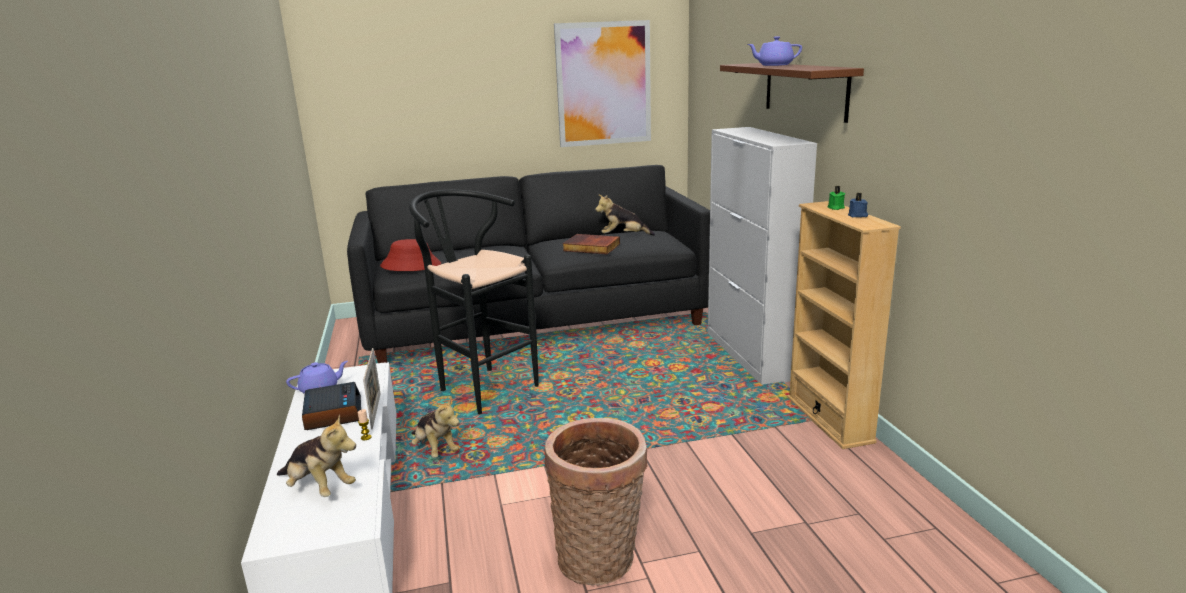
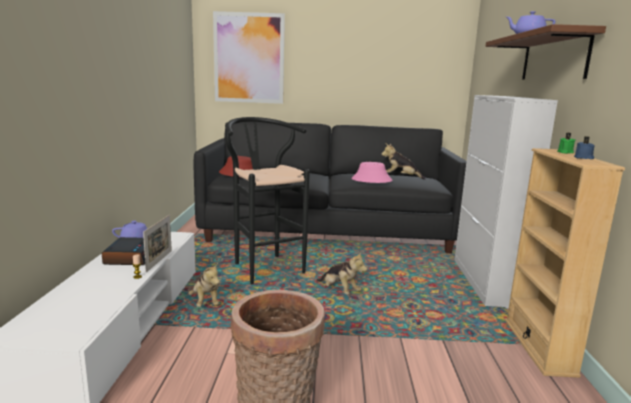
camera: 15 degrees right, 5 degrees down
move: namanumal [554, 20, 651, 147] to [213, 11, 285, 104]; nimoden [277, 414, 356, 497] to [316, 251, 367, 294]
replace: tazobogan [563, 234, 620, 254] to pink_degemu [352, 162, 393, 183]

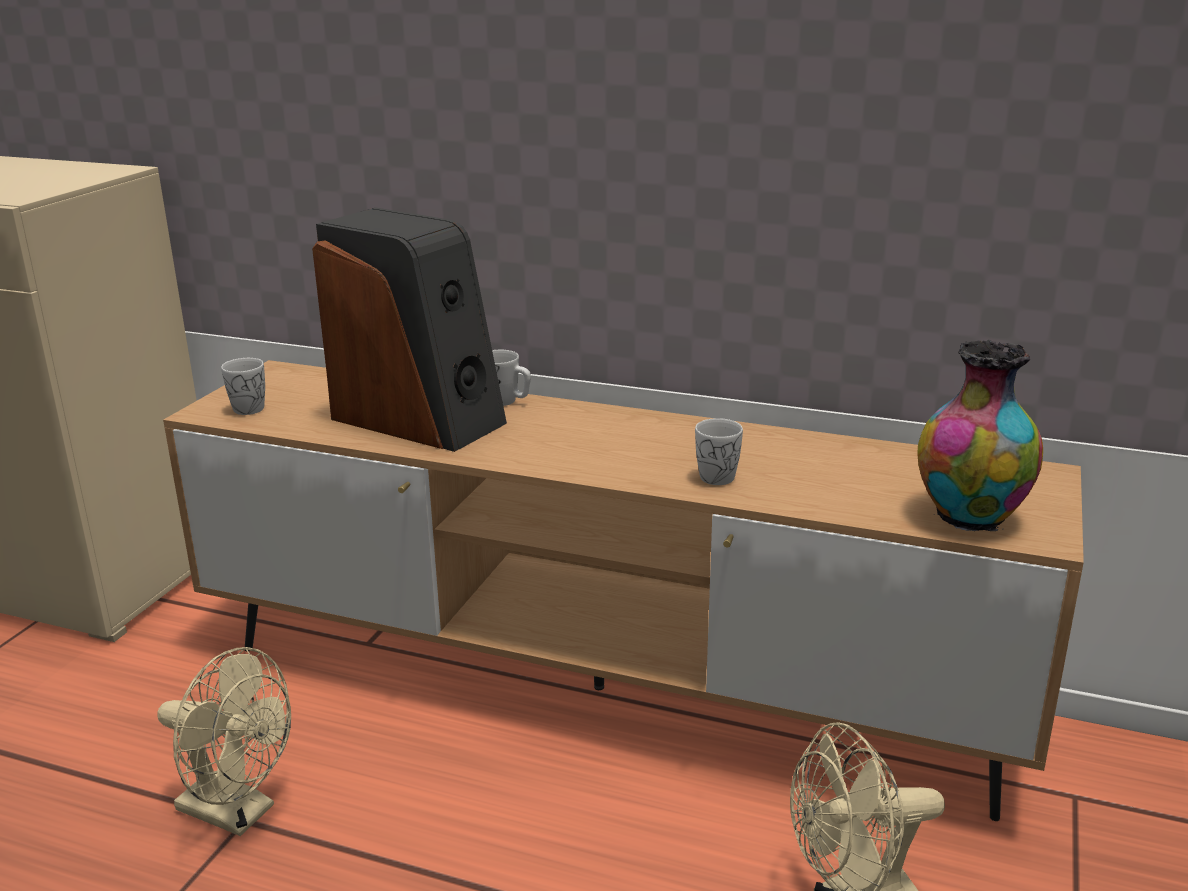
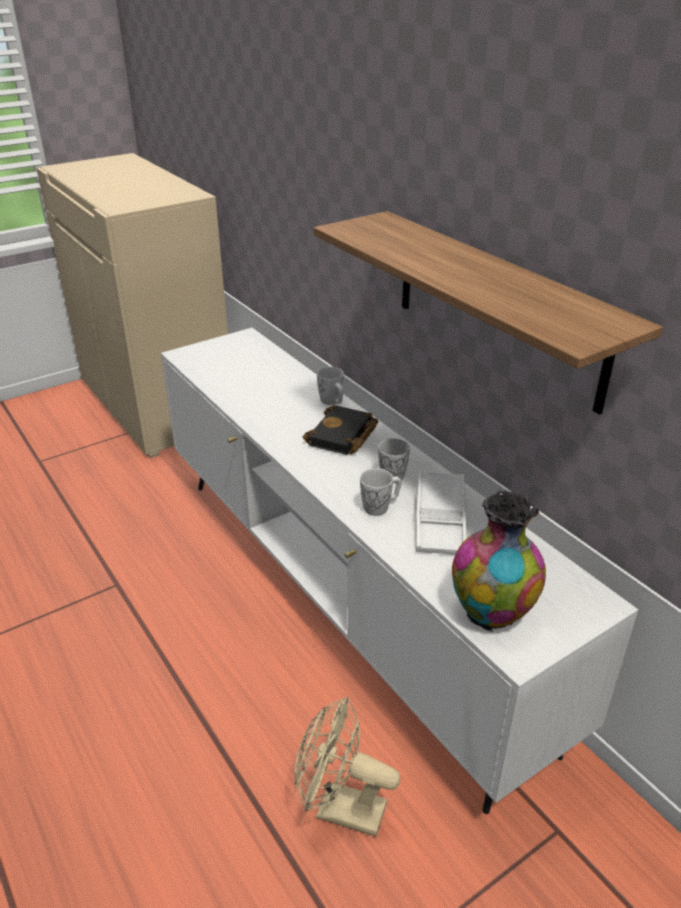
camera: 35 degrees right, 10 degrees up
delete: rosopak [312, 208, 507, 452]; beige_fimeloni [157, 647, 291, 836]
insert: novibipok [314, 211, 663, 415]; black_tazobogan [303, 405, 379, 455]; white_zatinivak [415, 471, 467, 555]
move: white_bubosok [221, 358, 265, 415] to [378, 438, 410, 483]
recolor: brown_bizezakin [163, 360, 1084, 821] to white_bizezakin [161, 328, 638, 814]

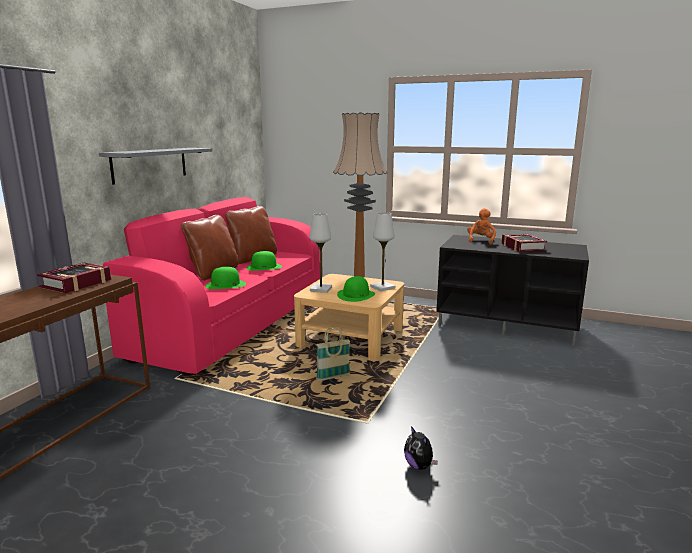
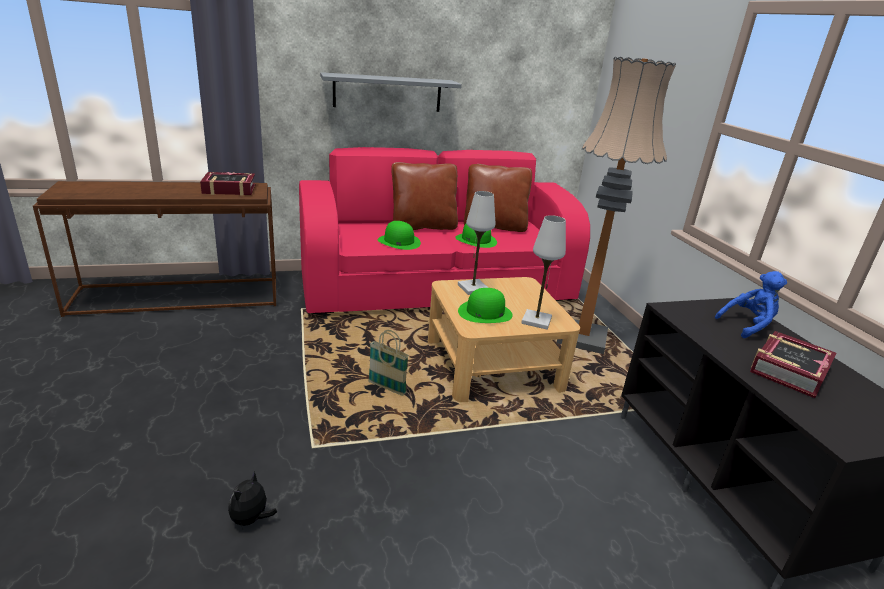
camera: 50 degrees right, 10 degrees up
recolor: orange_nimoden [467, 208, 496, 245] to blue_nimoden [715, 271, 787, 338]

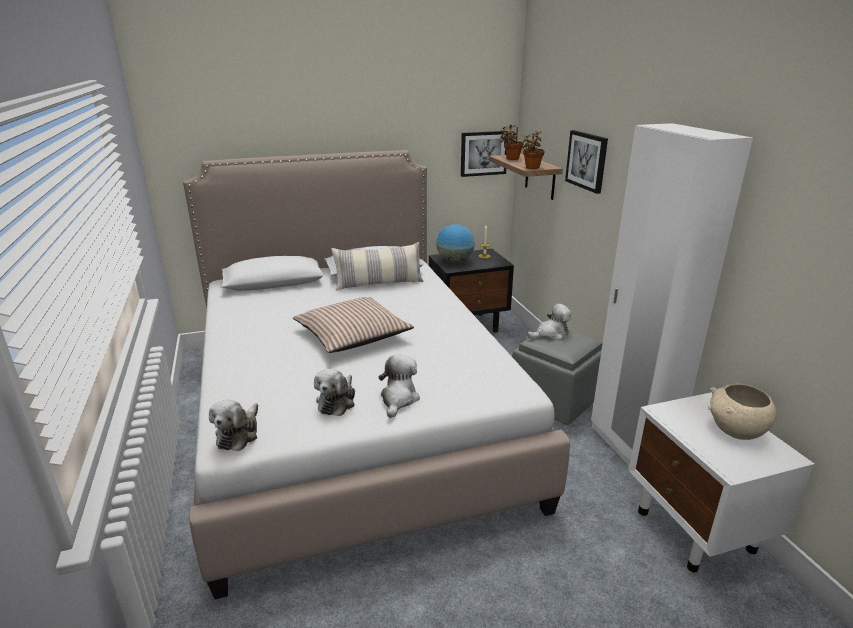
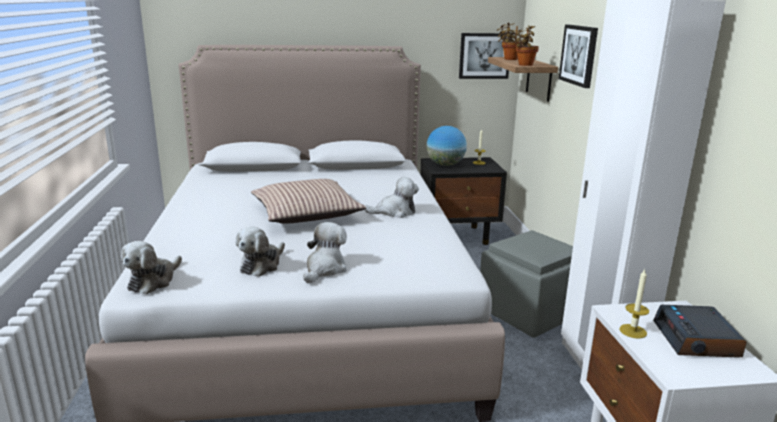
camera: 10 degrees right, 5 degrees down
delete: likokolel [331, 242, 423, 291]
insert: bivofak [620, 270, 649, 339]
move: nimoden [527, 304, 572, 341] to [365, 177, 419, 218]
replace: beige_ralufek [708, 384, 776, 440] to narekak [653, 305, 747, 358]

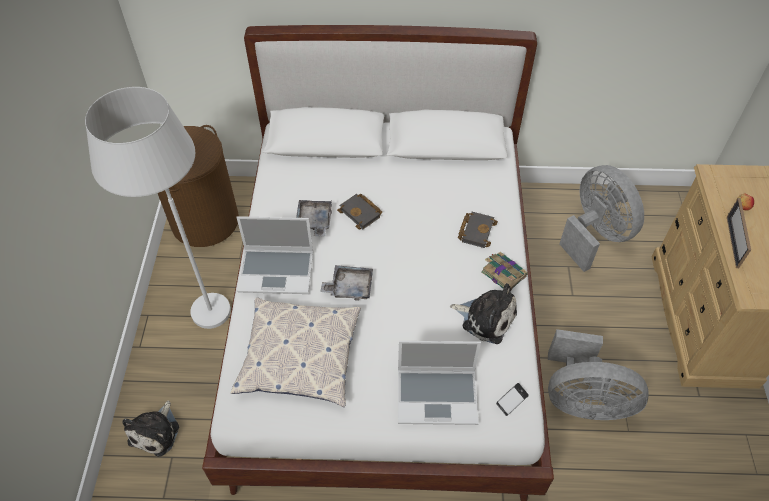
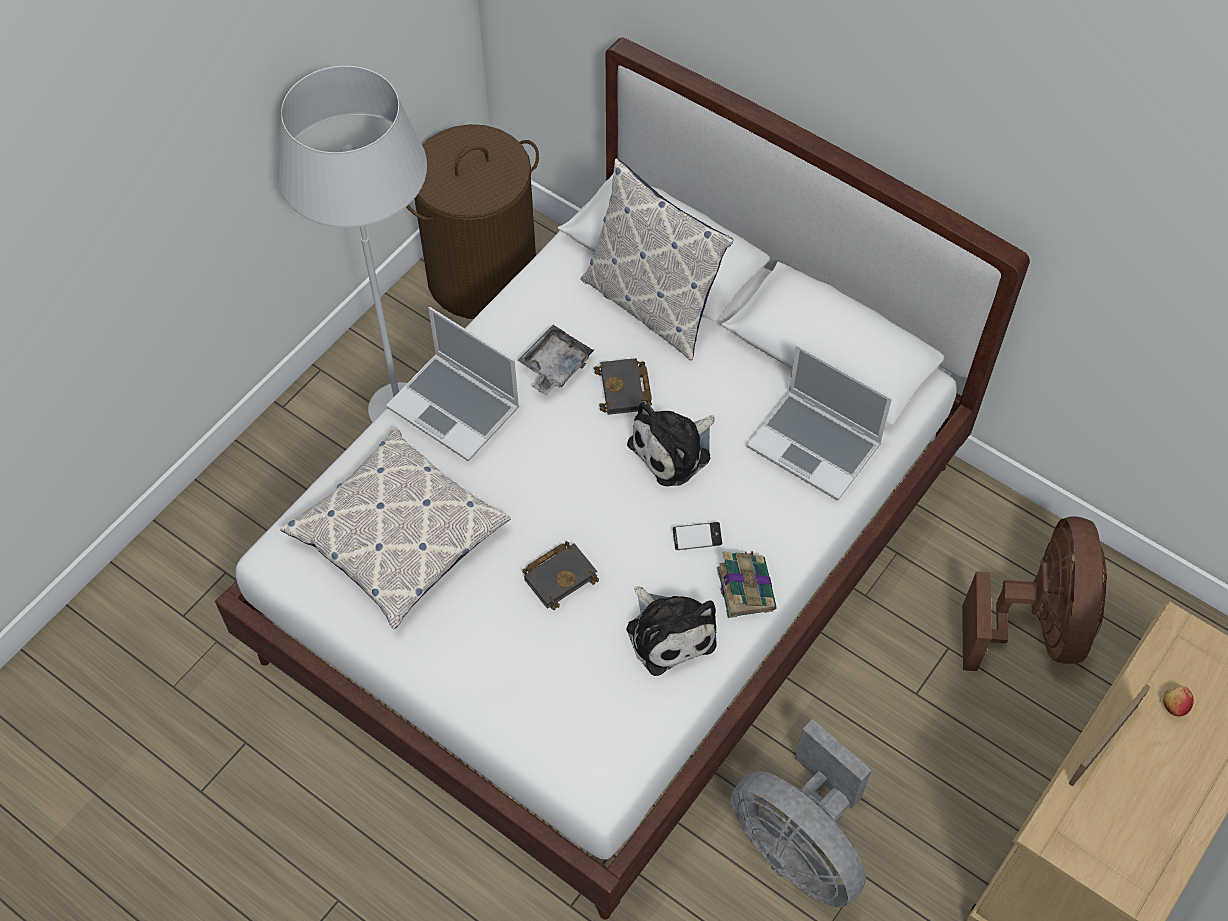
camera: 35 degrees right, 5 degrees up
delete: grey_zatinivak [320, 265, 373, 301]
insert: likokolel [581, 158, 733, 361]
move: black_tazobogan [458, 212, 498, 248] to [522, 541, 599, 610]; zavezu [398, 341, 481, 425] to [746, 345, 892, 501]; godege [496, 383, 529, 416] to [673, 522, 722, 550]; nimoden [123, 400, 179, 457] to [627, 402, 715, 486]
recolor: grey_fimeloni [559, 165, 644, 272] to brown_fimeloni [962, 516, 1107, 671]

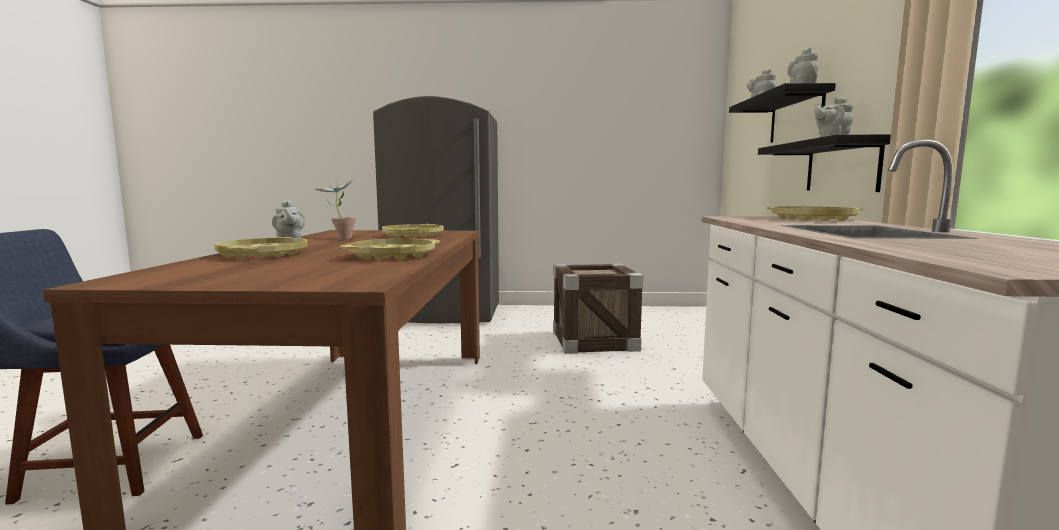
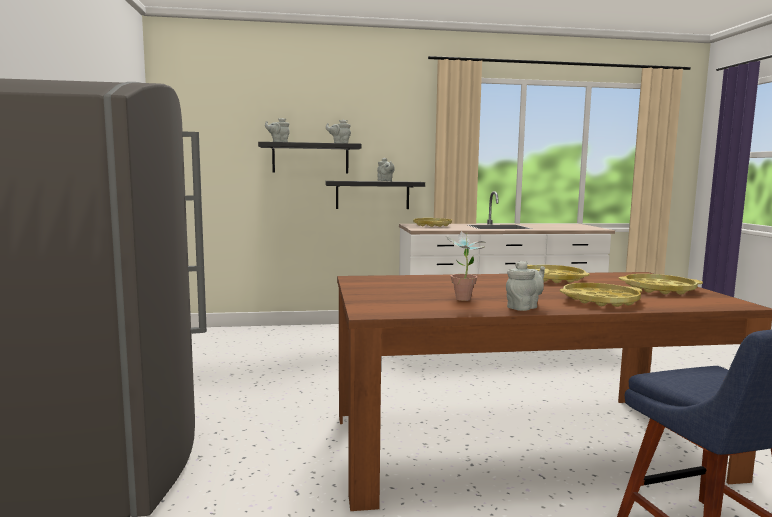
camera: 100 degrees left, 0 degrees up
delete: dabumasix [553, 263, 644, 354]
move: yellow_zatinivak [382, 224, 444, 238] to [619, 274, 703, 295]

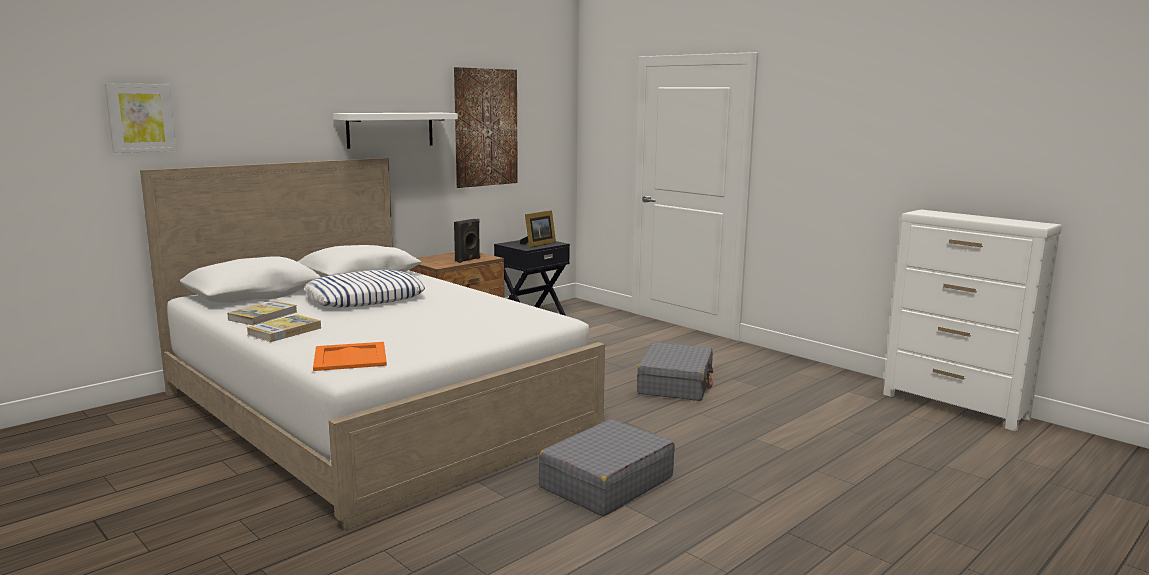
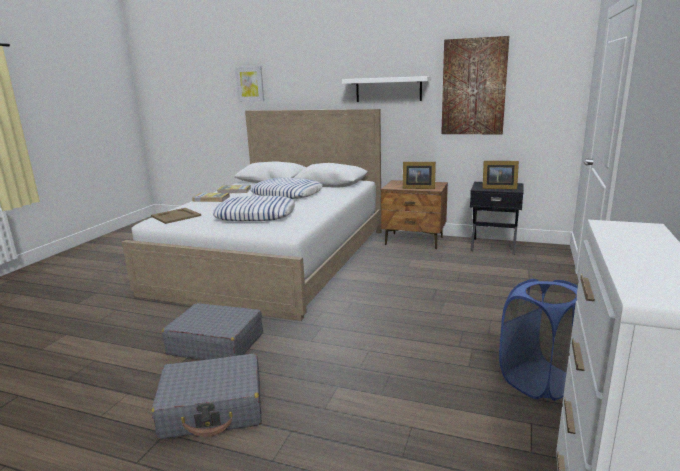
camera: 65 degrees right, 5 degrees up
insert: likokolel [213, 196, 295, 221]; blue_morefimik [499, 279, 578, 401]
move: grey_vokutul [637, 342, 714, 401] to [151, 354, 262, 439]
replace: black_rosopak [454, 219, 480, 263] to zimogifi [403, 162, 436, 189]
recolor: orange_zatinivak [313, 342, 387, 371] to beige_zatinivak [151, 208, 201, 224]

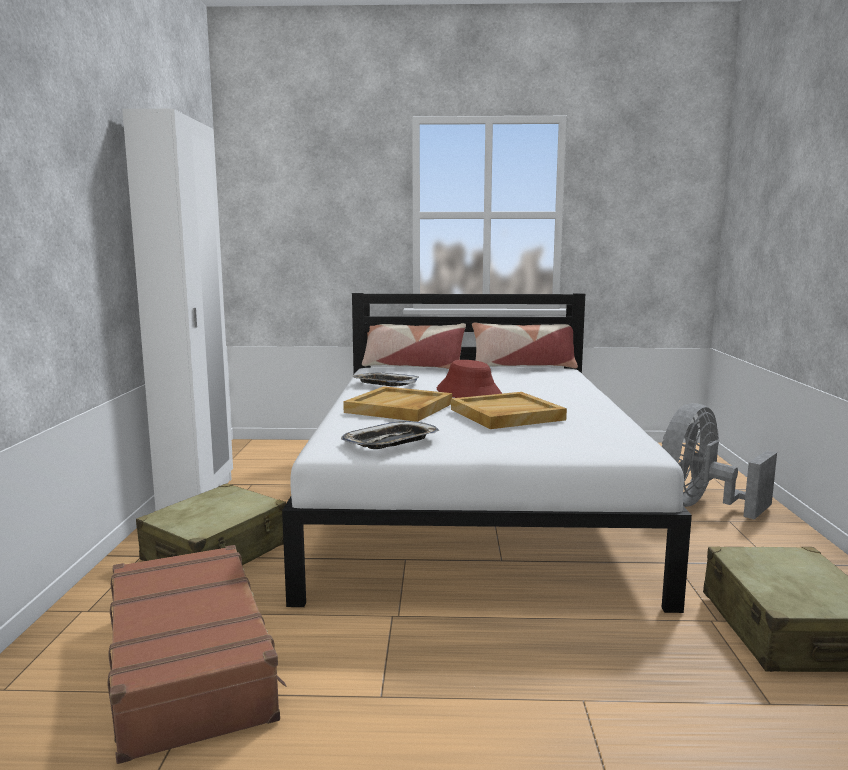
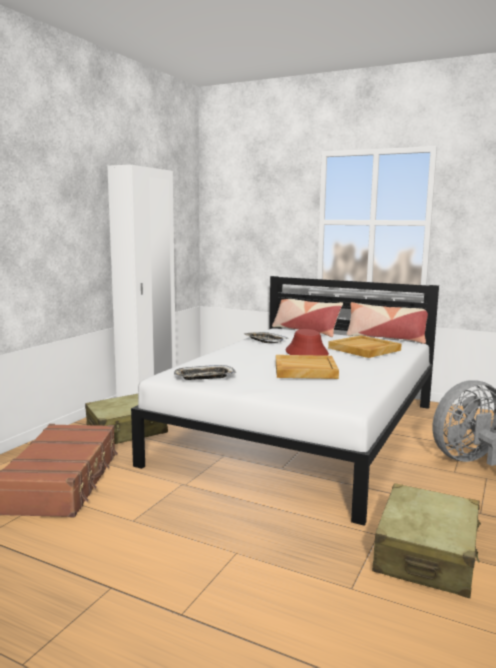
camera: 25 degrees right, 0 degrees up
move: beige_zatinivak [343, 386, 452, 422] to [328, 335, 402, 358]

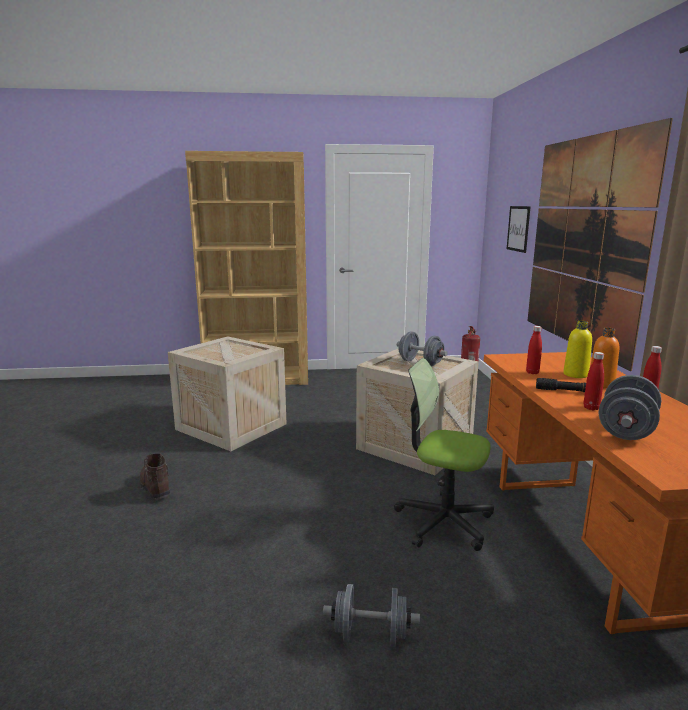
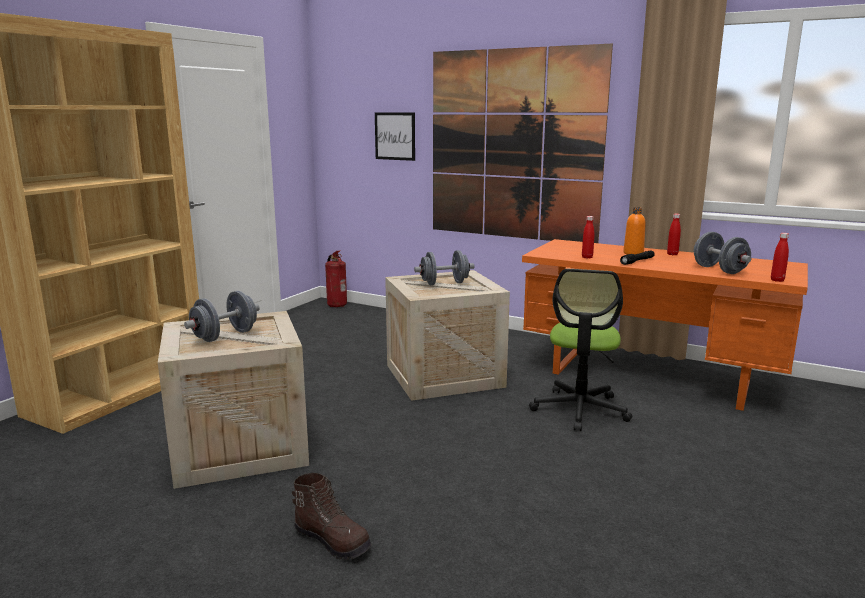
camera: 55 degrees left, 0 degrees up
delete: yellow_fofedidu [563, 321, 592, 378]
move: red_fofedidu [584, 352, 604, 410] to [771, 233, 789, 282]; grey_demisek [323, 584, 420, 647] to [184, 291, 260, 342]
rotate: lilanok [394, 358, 494, 551] = [529, 269, 633, 431] 45 degrees counterclockwise; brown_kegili [140, 454, 170, 500] = [292, 473, 372, 560] 150 degrees counterclockwise

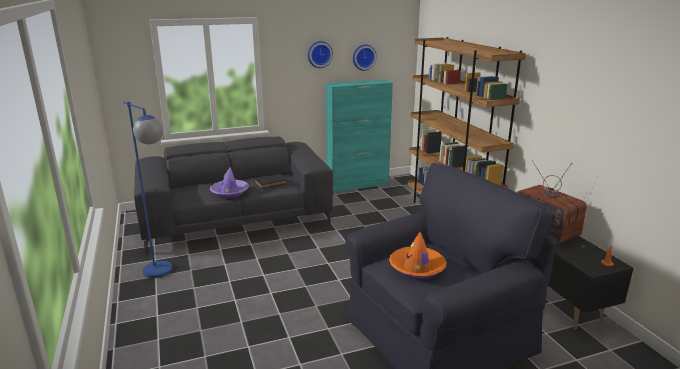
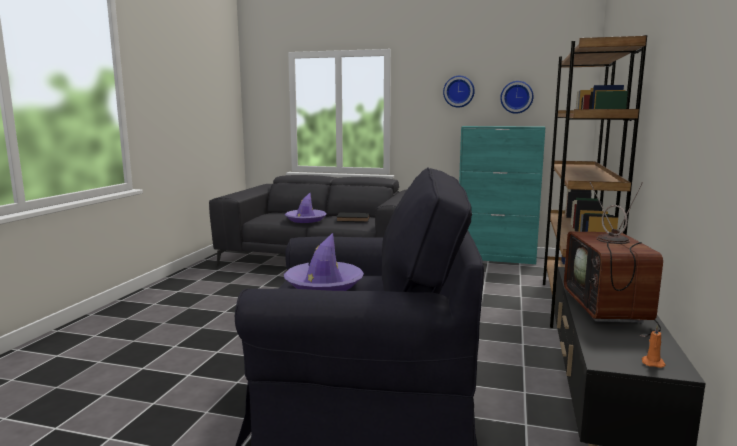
camera: 35 degrees right, 10 degrees down
delete: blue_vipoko [123, 101, 172, 278]
recolor: orange_degemu [389, 232, 446, 279] to purple_degemu [284, 233, 364, 291]

